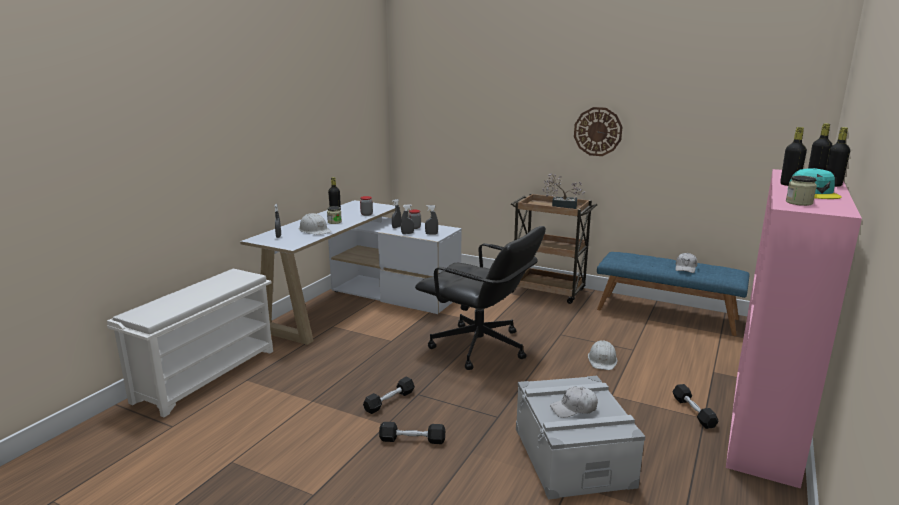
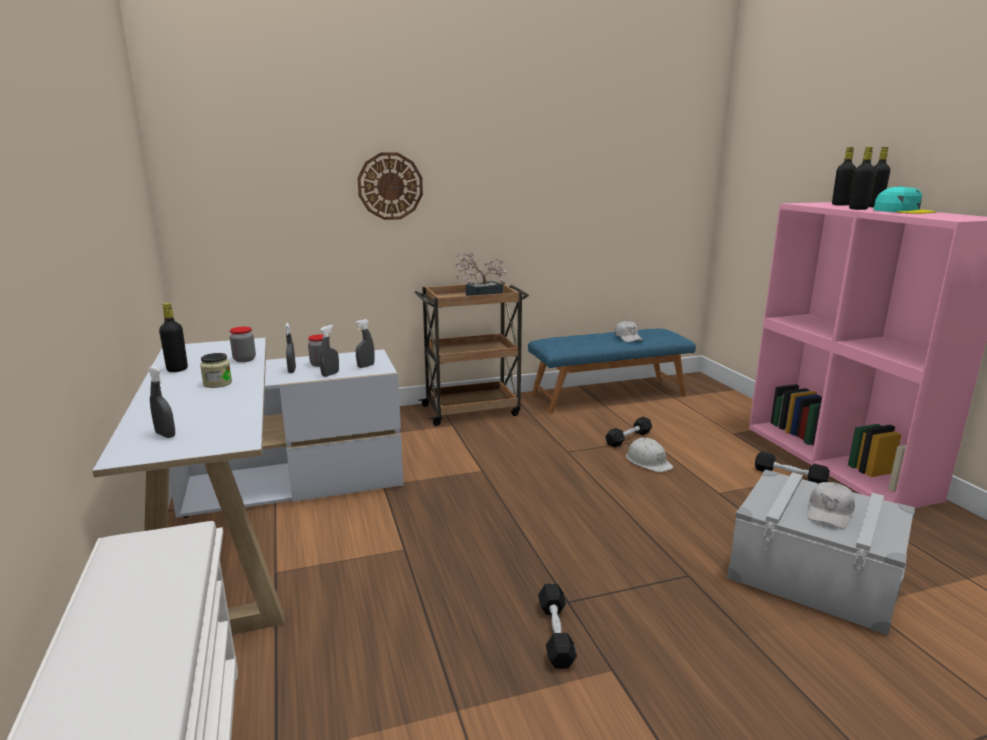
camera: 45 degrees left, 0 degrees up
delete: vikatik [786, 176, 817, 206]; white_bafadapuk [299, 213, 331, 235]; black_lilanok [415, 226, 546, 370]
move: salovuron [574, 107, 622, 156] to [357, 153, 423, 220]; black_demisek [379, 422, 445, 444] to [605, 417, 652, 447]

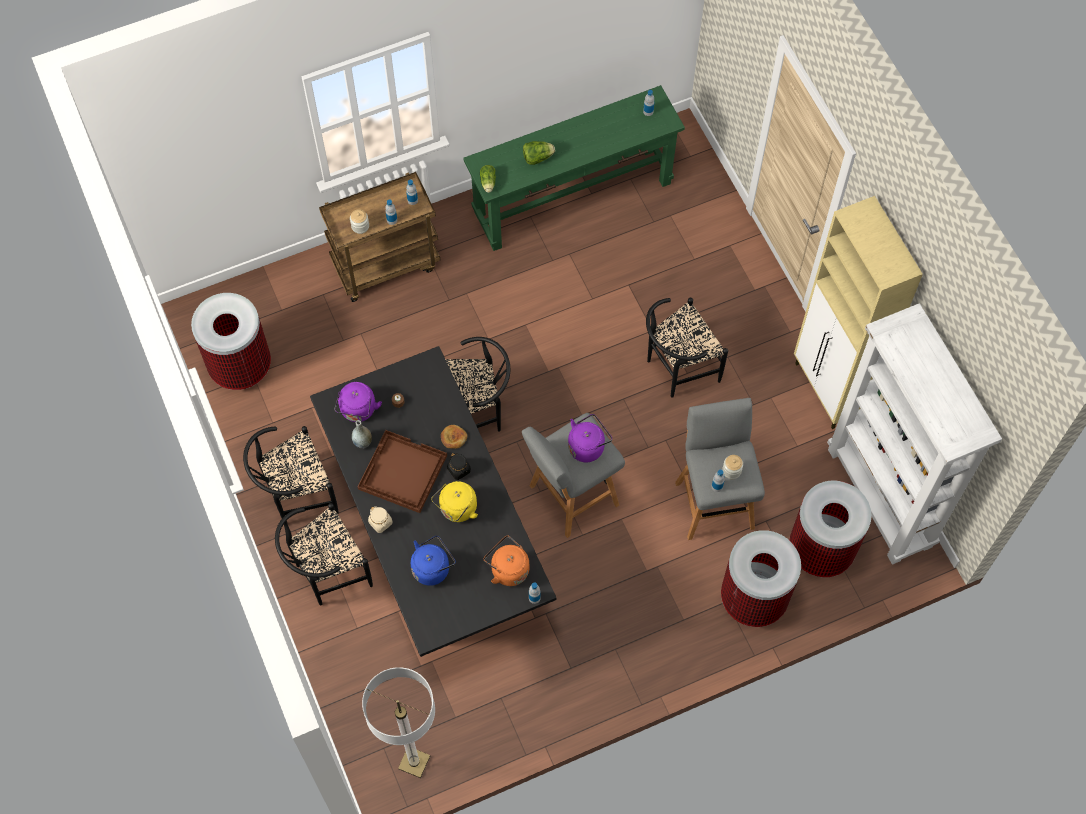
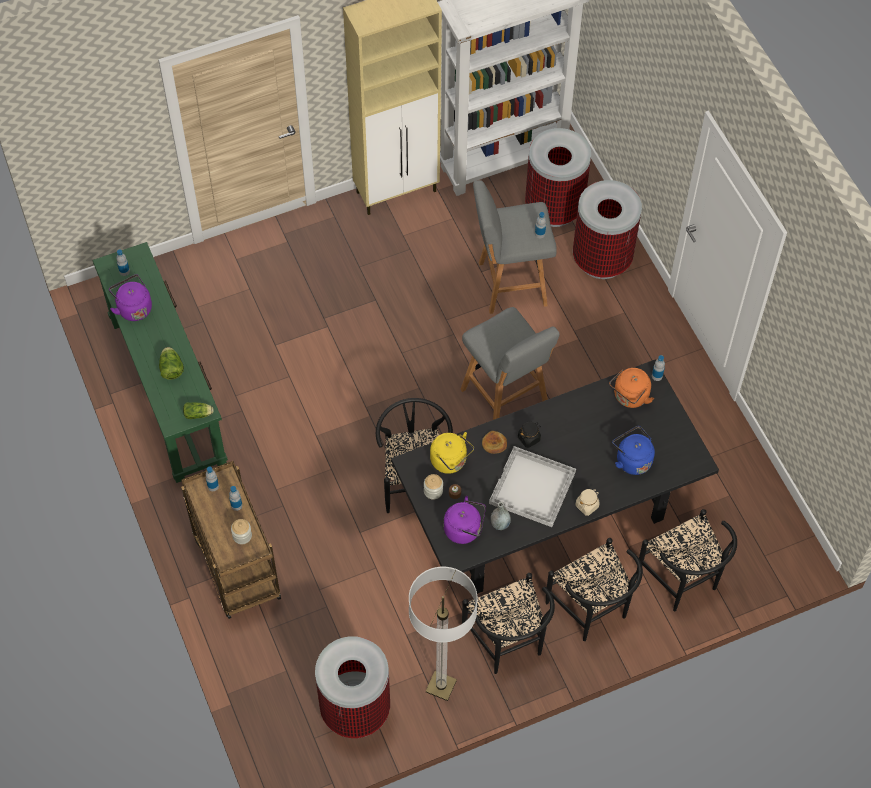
camera: 90 degrees left, 5 degrees down
move: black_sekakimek [646, 298, 728, 398] to [637, 509, 737, 611]; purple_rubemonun [568, 414, 612, 462] to [109, 274, 152, 321]; vikatik [722, 455, 743, 479] to [424, 474, 443, 500]; yellow_rubemonun [431, 481, 478, 522] to [430, 432, 474, 474]; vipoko [362, 667, 435, 778] to [409, 567, 478, 701]
recolor: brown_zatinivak [358, 430, 447, 513] to white_zatinivak [489, 446, 576, 527]

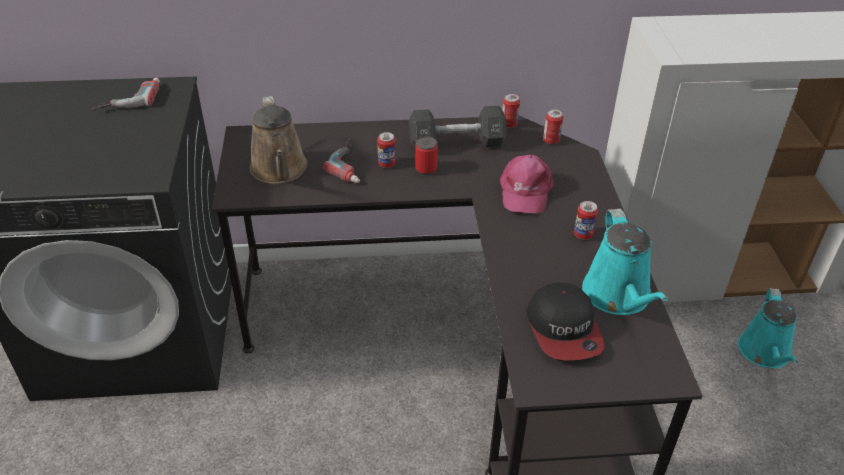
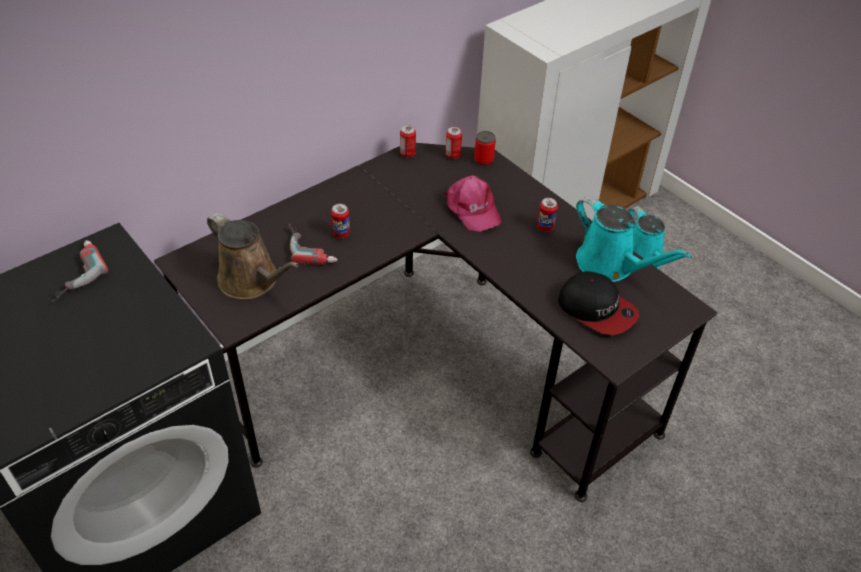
camera: 35 degrees left, 5 degrees up
delete: black_demisek [409, 106, 507, 150]
move: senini [415, 136, 438, 175] to [474, 131, 496, 166]

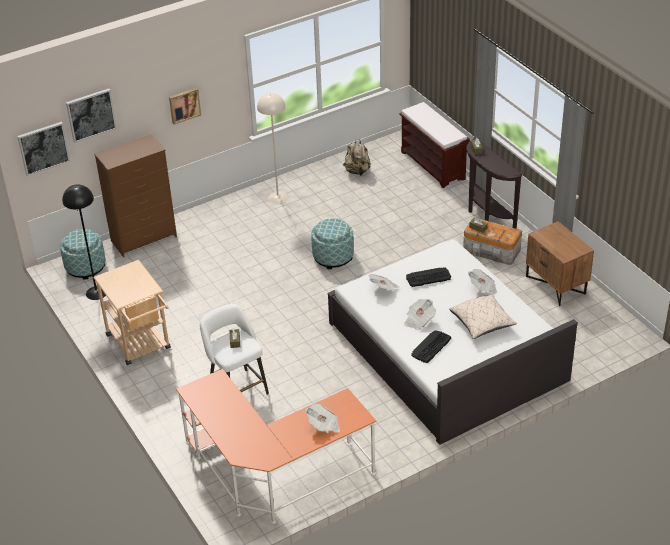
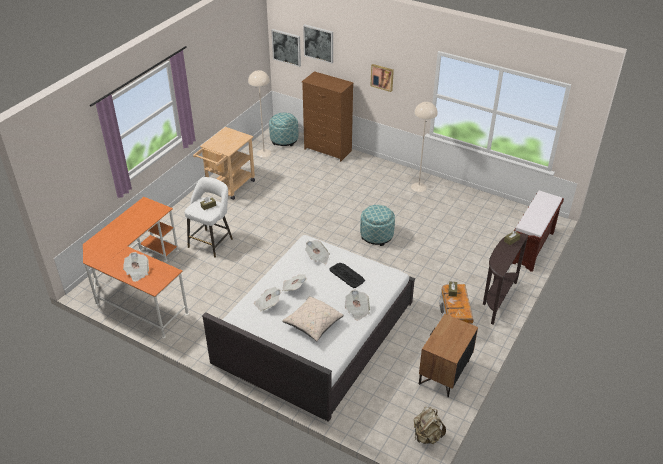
camera: 60 degrees right, 0 degrees up
move: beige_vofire [343, 139, 371, 176] to [414, 407, 446, 444]
replace: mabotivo [411, 330, 451, 363] to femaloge [254, 287, 281, 312]
recolor: black_vipoko [62, 185, 106, 300] to beige_vipoko [248, 70, 271, 157]

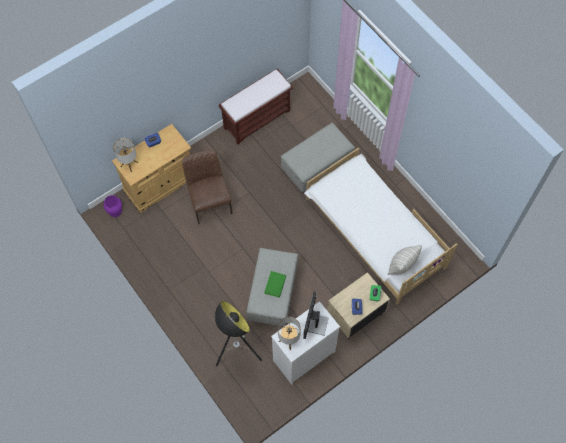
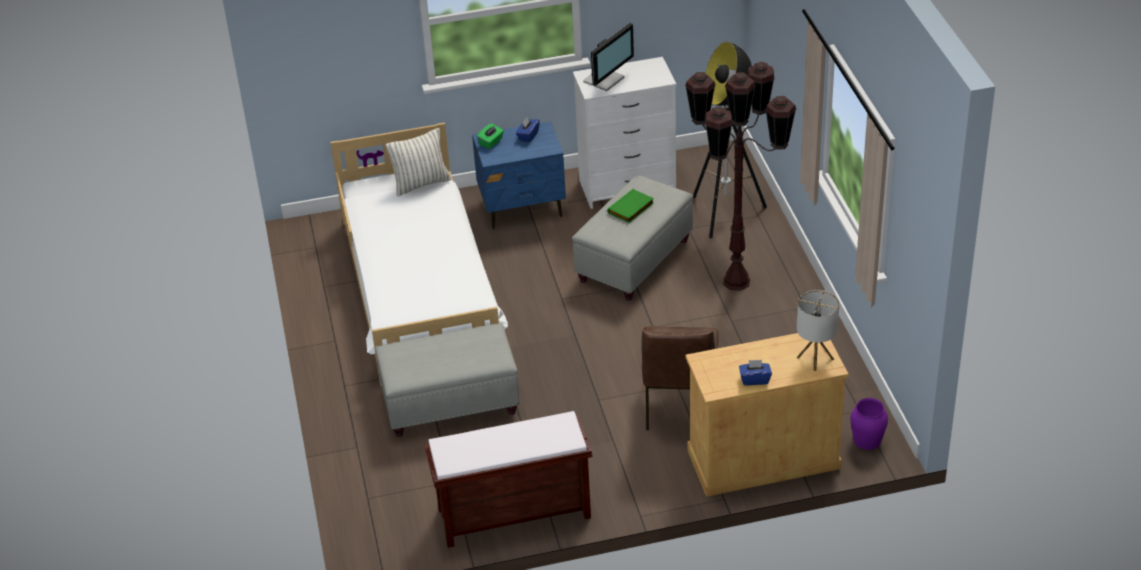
camera: 155 degrees left, 25 degrees down
delete: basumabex [278, 317, 301, 350]
insert: brown_vipoko [685, 62, 796, 291]
recolor: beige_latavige [327, 272, 390, 340] to blue_latavige [472, 121, 566, 229]

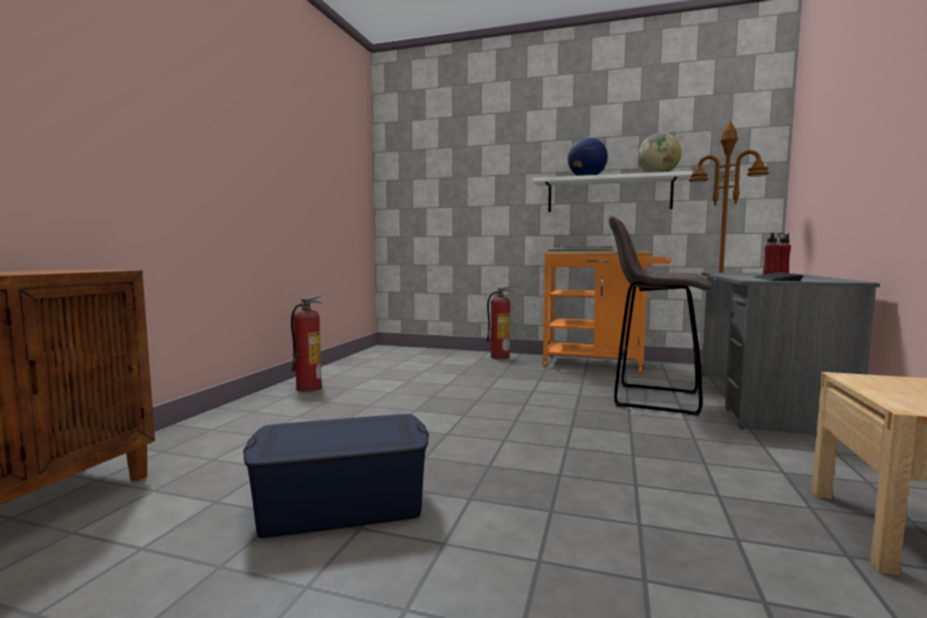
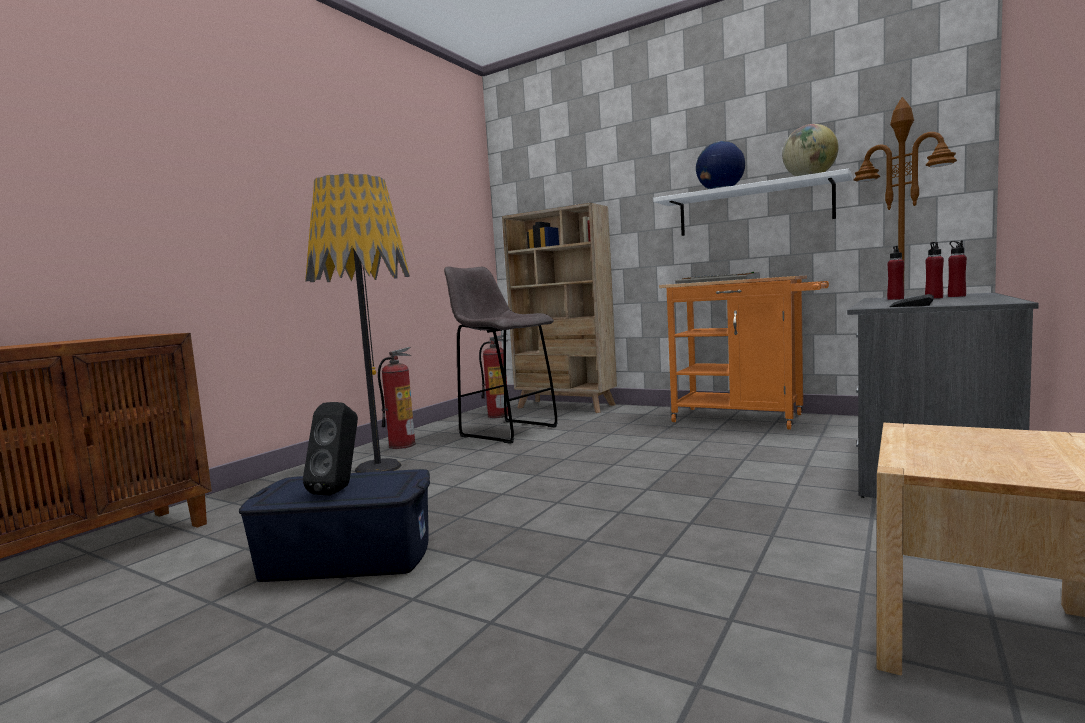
camera: 15 degrees right, 0 degrees up
insert: vipoko [305, 174, 410, 473]; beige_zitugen [502, 203, 617, 413]; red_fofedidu [887, 246, 904, 300]; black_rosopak [303, 402, 358, 495]
move: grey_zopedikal [609, 215, 712, 416] to [444, 266, 558, 444]; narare [486, 286, 513, 359] to [479, 334, 509, 418]

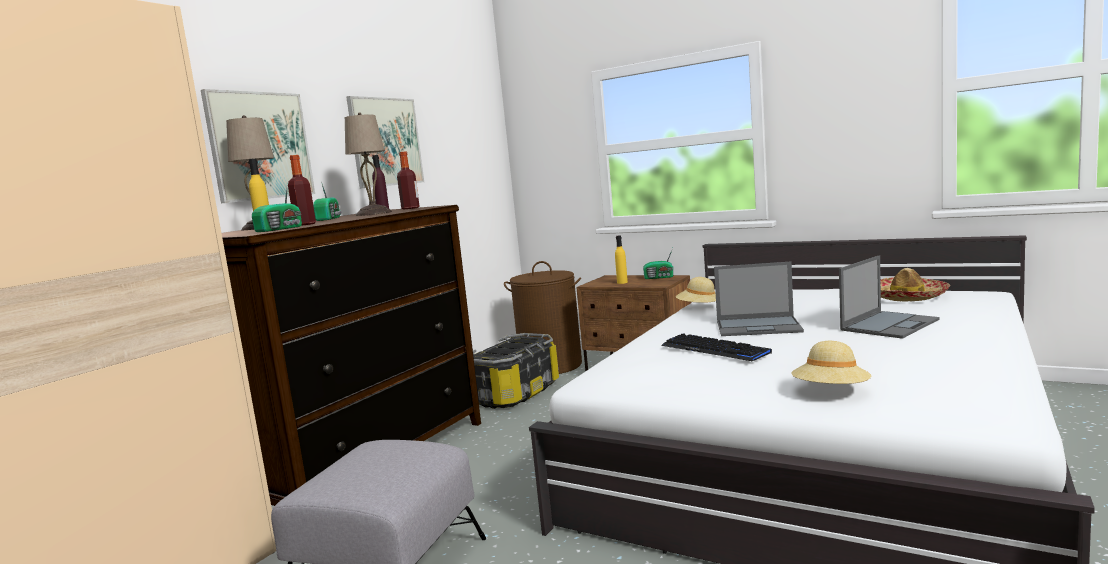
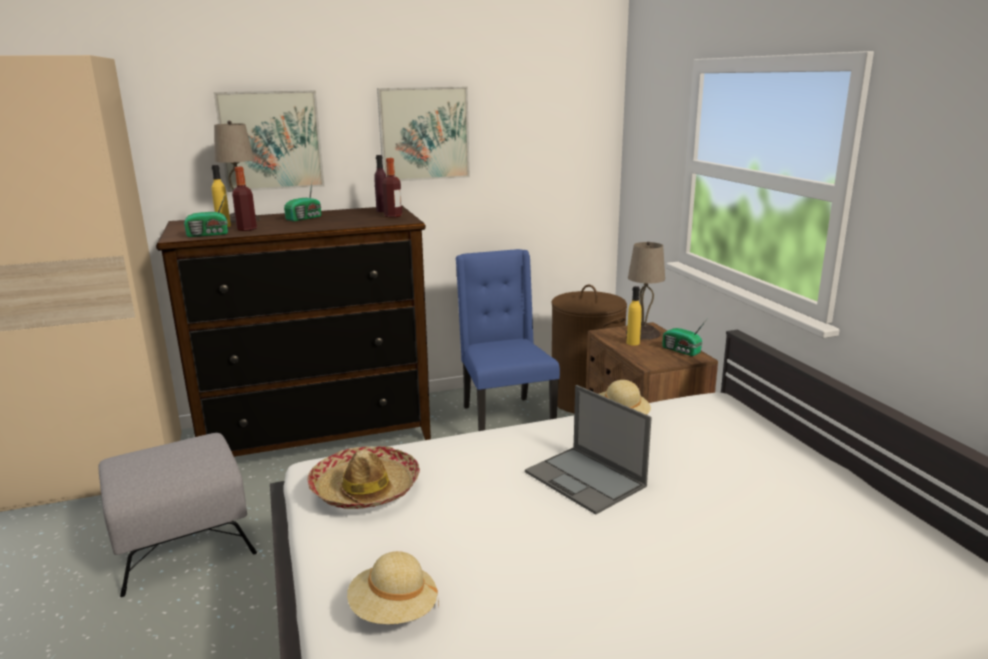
camera: 40 degrees right, 10 degrees up
delete: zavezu [839, 256, 939, 339]; mabotivo [661, 333, 772, 361]
move: beige_basumabex [345, 113, 392, 216] to [626, 242, 665, 340]; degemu [881, 268, 950, 302] to [307, 446, 420, 509]
replace: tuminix [473, 333, 559, 409] to blue_sekakimek [456, 249, 560, 431]

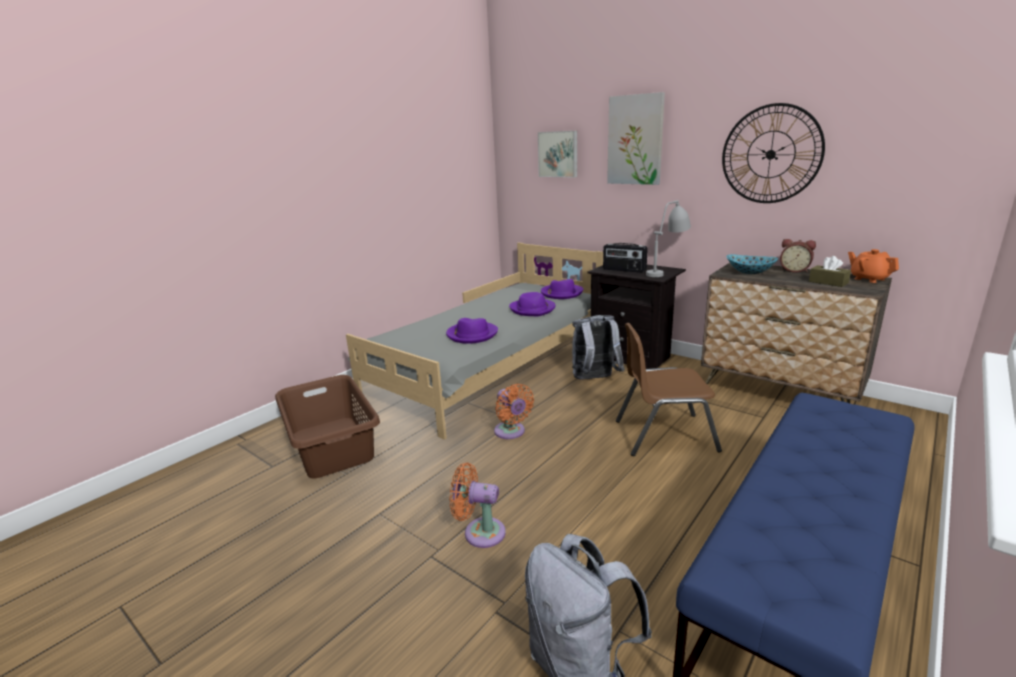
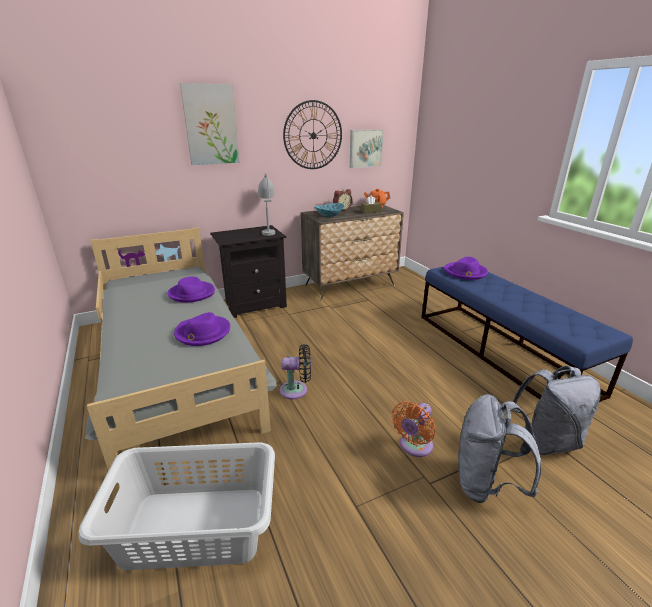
camera: 65 degrees left, 5 degrees up
delete: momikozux [603, 243, 648, 273]; brown_sekakimek [616, 323, 722, 456]
move: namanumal [538, 131, 577, 177] to [350, 129, 383, 168]; purple_degemu [541, 279, 583, 299] to [443, 257, 488, 280]; grey_vofire [572, 315, 625, 380] to [457, 394, 542, 503]
recolor: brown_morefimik [275, 375, 380, 478] to grey_morefimik [78, 442, 275, 570]; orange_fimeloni [494, 384, 534, 439] to black_fimeloni [280, 344, 311, 400]

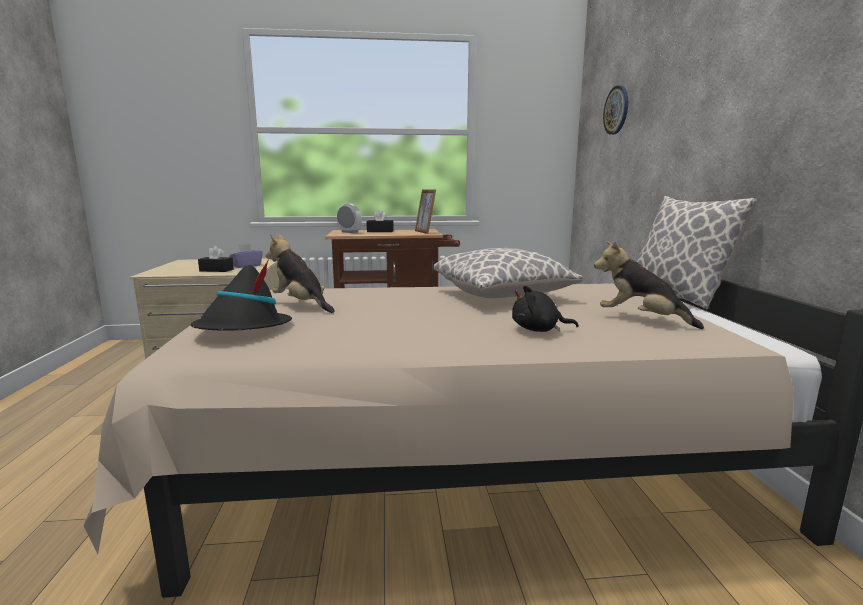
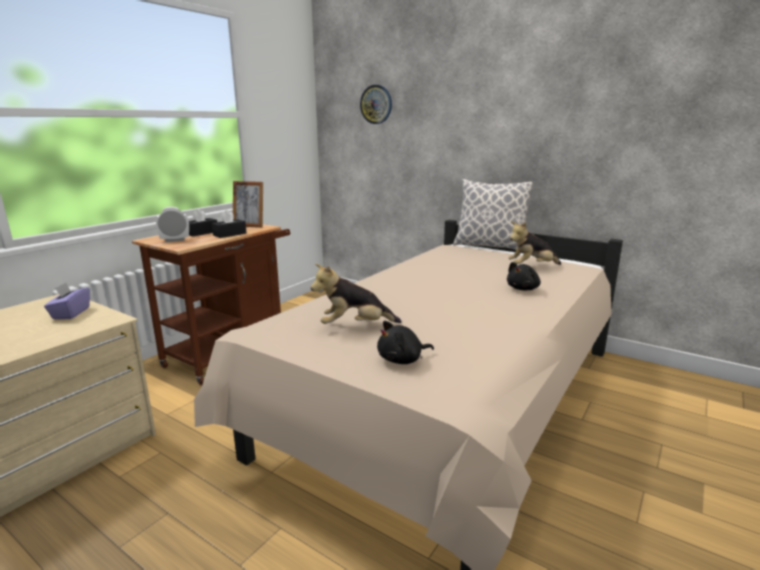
camera: 50 degrees left, 5 degrees up
delete: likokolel [434, 248, 583, 298]
move: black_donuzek [198, 246, 234, 272] to [212, 210, 246, 238]
replace: black_degemu [191, 259, 292, 331] to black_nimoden [377, 321, 434, 364]

